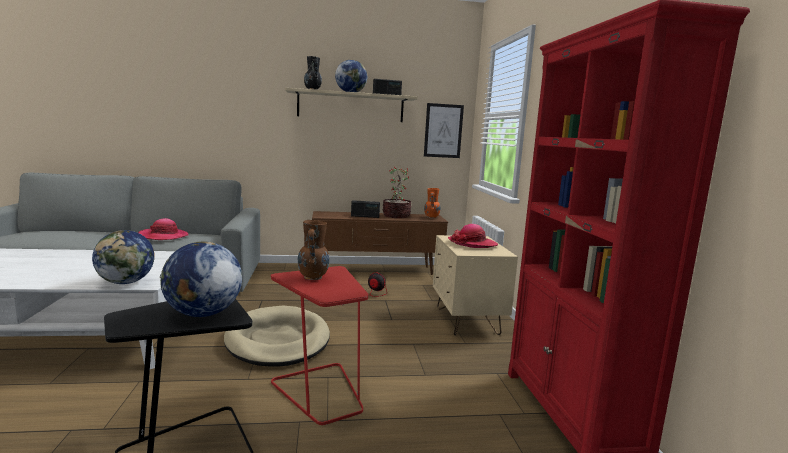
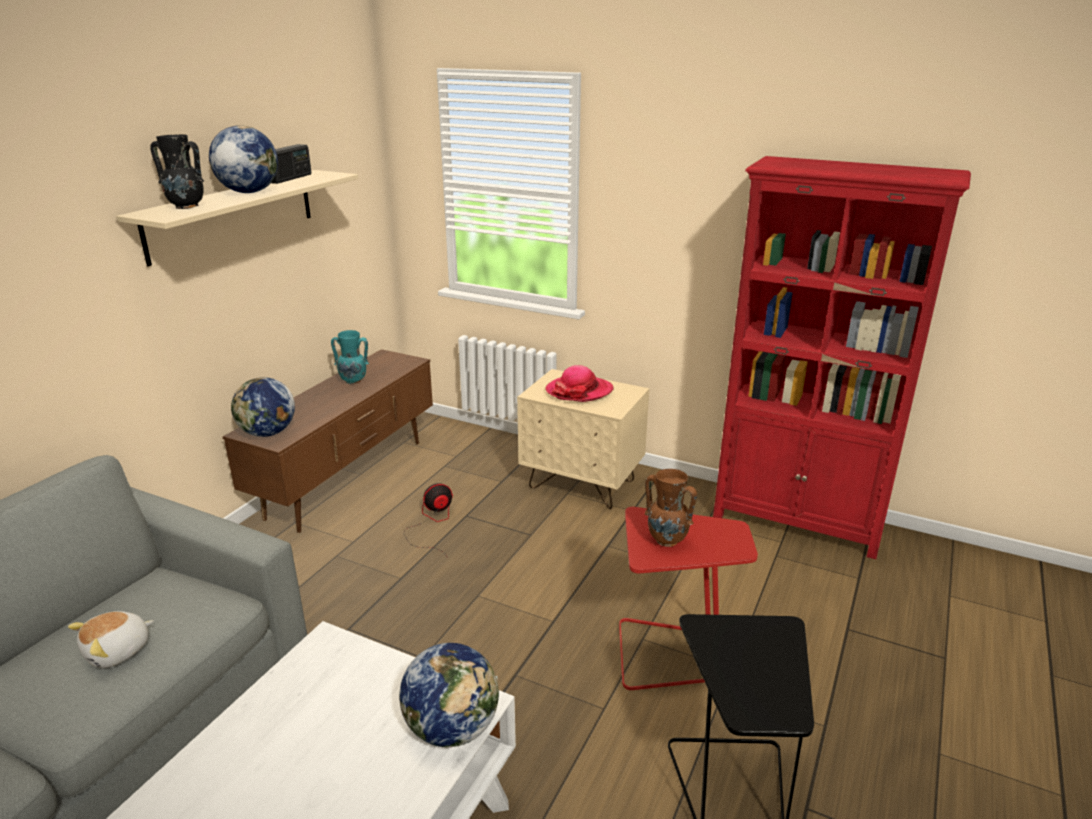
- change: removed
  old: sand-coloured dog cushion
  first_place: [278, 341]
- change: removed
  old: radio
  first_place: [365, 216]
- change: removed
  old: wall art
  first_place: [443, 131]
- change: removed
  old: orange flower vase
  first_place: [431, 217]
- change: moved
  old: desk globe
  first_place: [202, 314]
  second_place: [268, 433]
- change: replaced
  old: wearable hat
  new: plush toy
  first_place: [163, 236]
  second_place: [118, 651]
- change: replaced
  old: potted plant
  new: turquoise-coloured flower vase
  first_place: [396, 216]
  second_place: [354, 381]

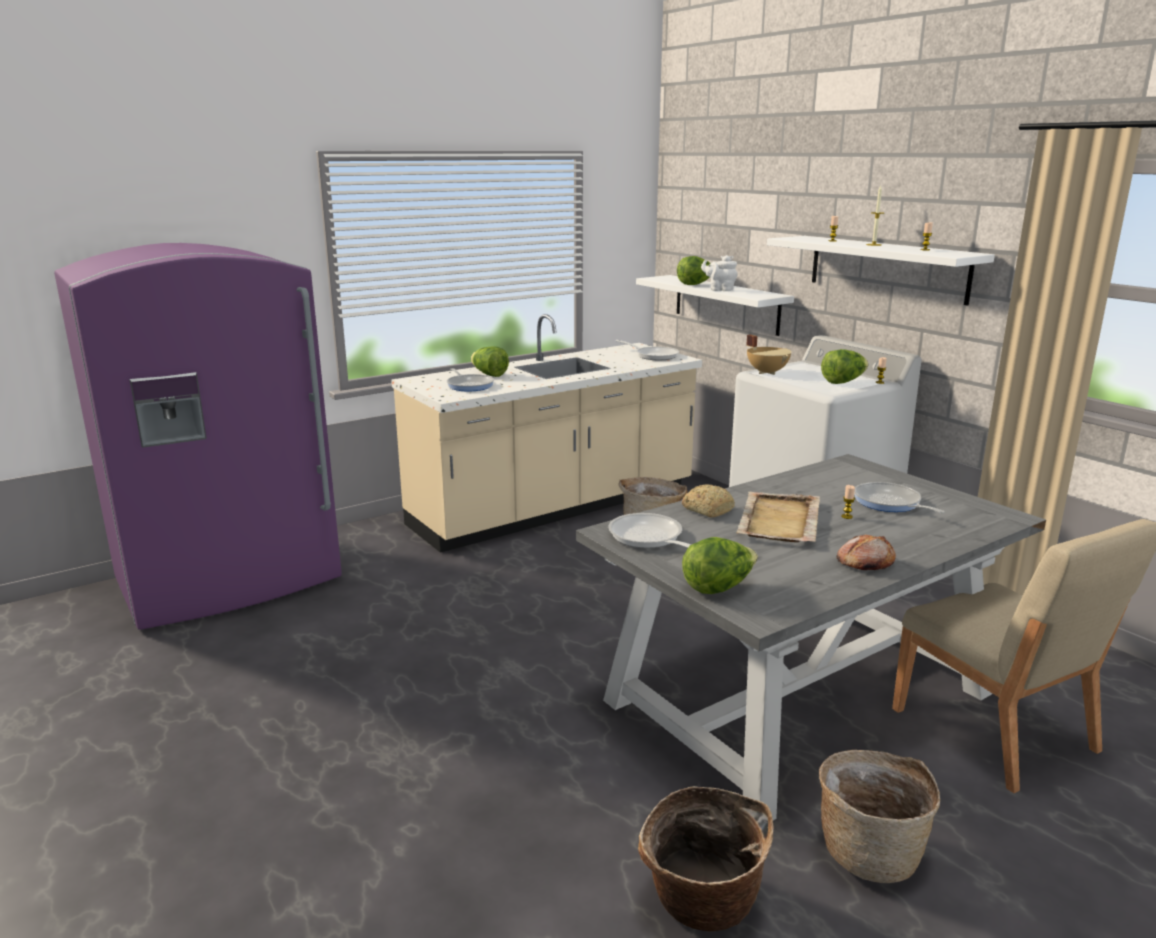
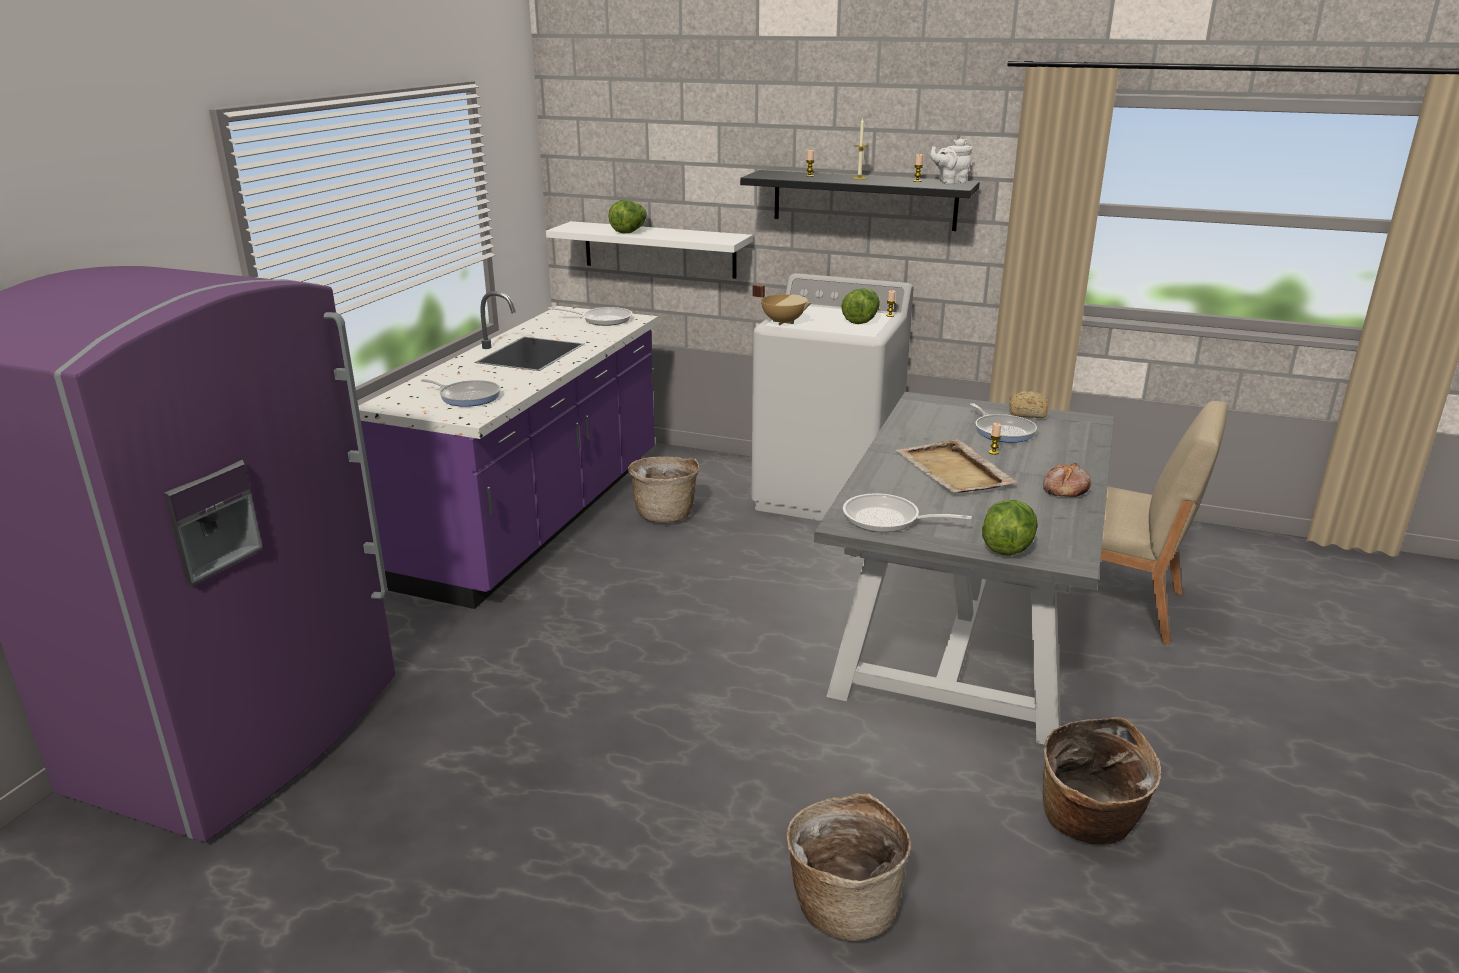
- change: removed
  old: head of lettuce
  first_place: [489, 374]
- change: moved
  old: baked bread
  first_place: [707, 509]
  second_place: [1025, 413]
- change: moved
  old: white-coloured pot for tea
  first_place: [719, 289]
  second_place: [950, 182]
- change: moved
  old: storage basket
  first_place: [870, 850]
  second_place: [844, 904]
- change: recoloured
  old: sand-coloured counter
  new: purplish counter
  first_place: [555, 508]
  second_place: [538, 519]
- change: recoloured
  old: white-coloured wall shelf
  new: black-coloured wall shelf
  first_place: [887, 268]
  second_place: [864, 200]
- change: turned
  old: skillet
  first_place: [889, 503]
  second_place: [1002, 431]
  degrees: -135

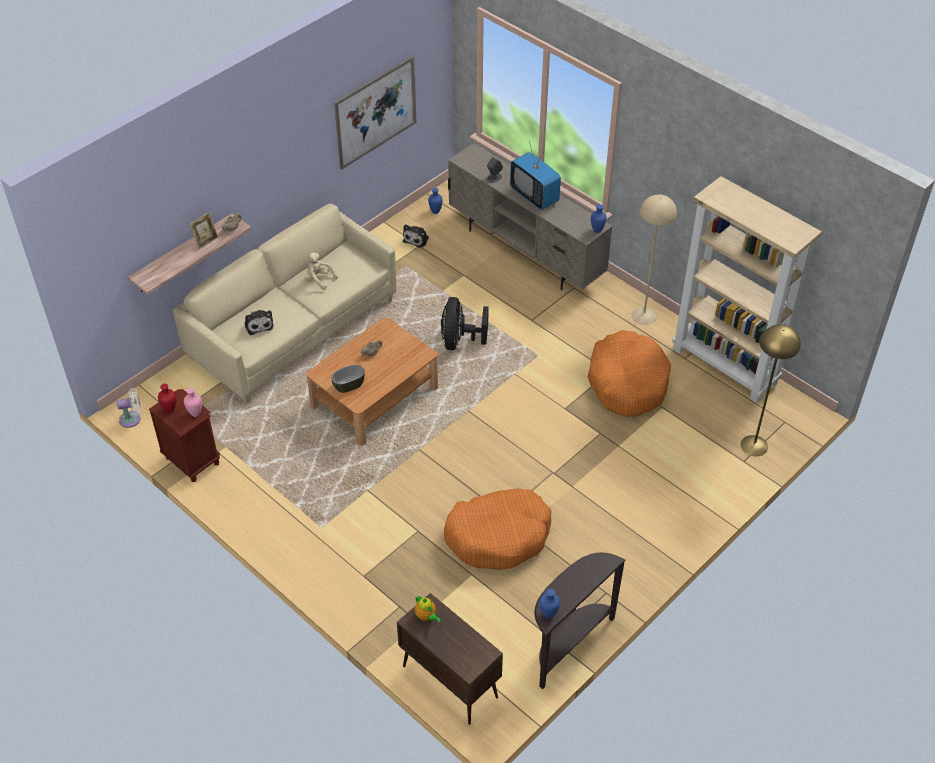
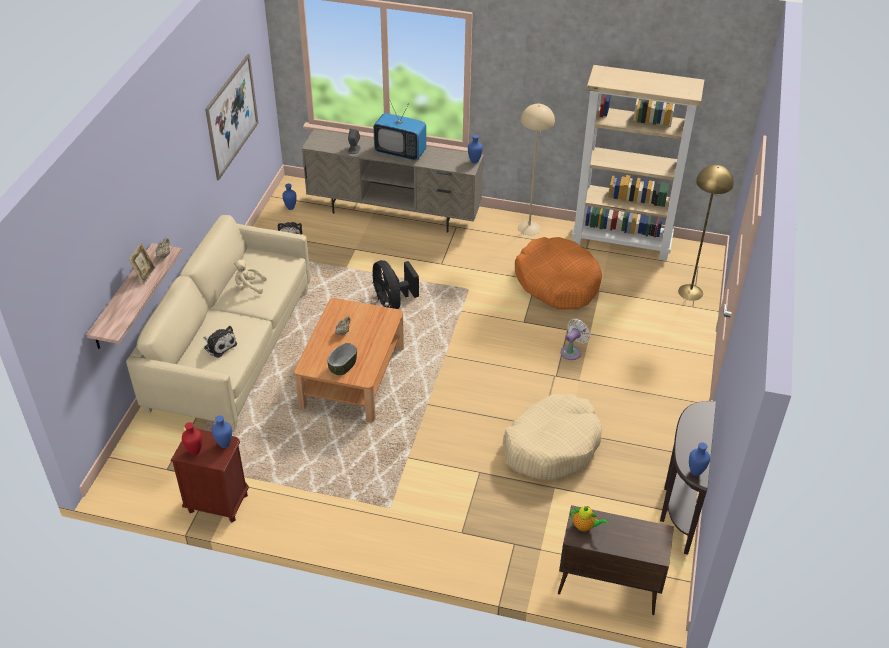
- change: moved
  old: white-coloured fan
  first_place: [132, 419]
  second_place: [572, 351]
- change: recoloured
  old: pinkish flower vase
  new: bluish flower vase
  first_place: [196, 414]
  second_place: [225, 445]
- change: recoloured
  old: orange dog cushion
  new: sand-coloured dog cushion
  first_place: [498, 536]
  second_place: [551, 445]

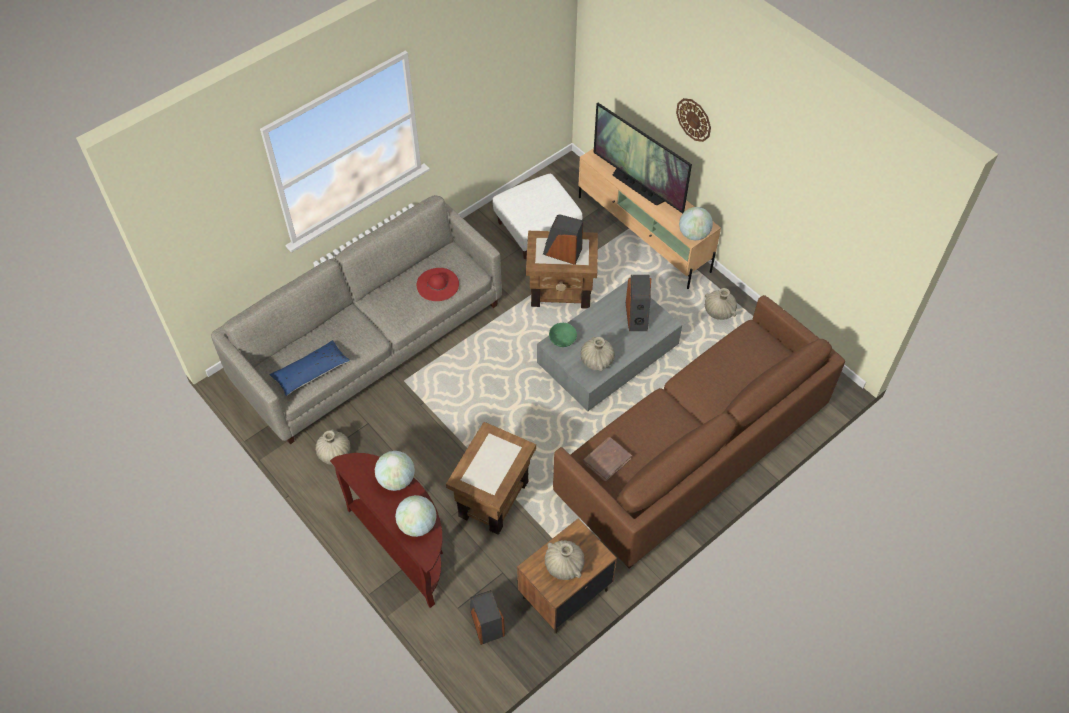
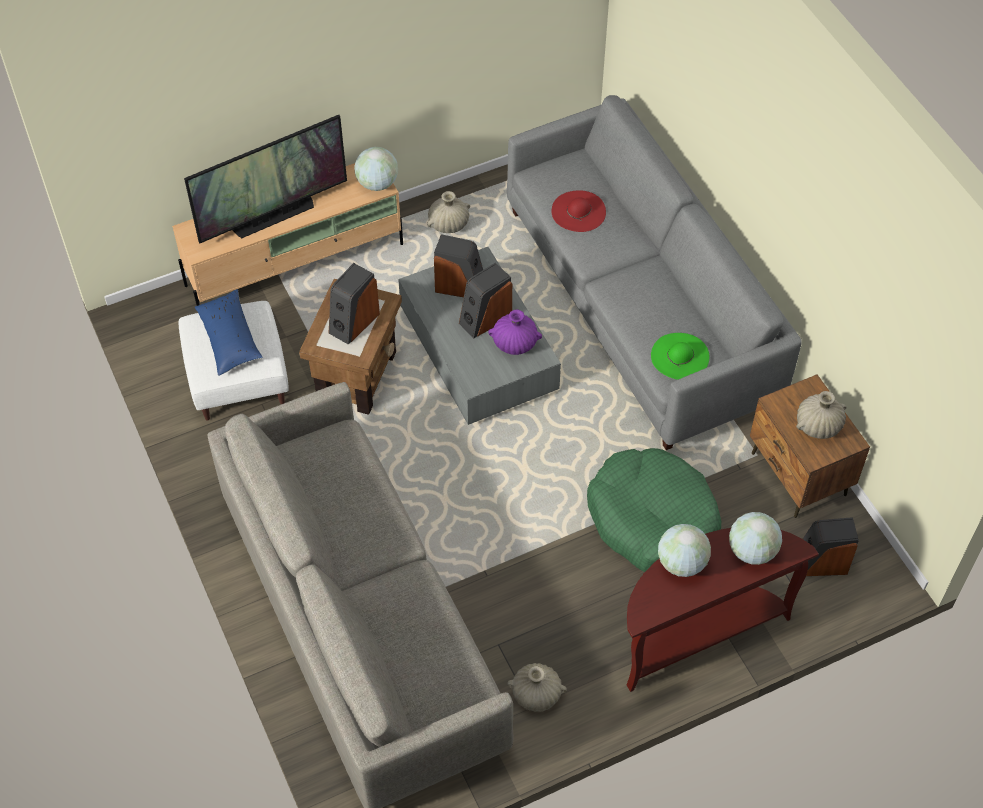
- change: removed
  old: greenish serving bowl
  first_place: [562, 340]
- change: removed
  old: hanging clock
  first_place: [694, 119]
- change: added
  new: speaker
  second_place: [485, 319]
- change: moved
  old: bluish cushion
  first_place: [311, 372]
  second_place: [229, 338]
- change: moved
  old: red wearable hat
  first_place: [437, 284]
  second_place: [578, 211]
- change: replaced
  old: brownish side table
  new: greenish dog cushion
  first_place: [492, 498]
  second_place: [652, 520]
- change: replaced
  old: brownish book
  new: greenish wearable hat
  first_place: [607, 460]
  second_place: [680, 356]
- change: recoloured
  old: brownish sofa
  new: gray sofa
  first_place: [693, 451]
  second_place: [640, 304]
- change: recoloured
  old: sand-coloured flower vase
  new: purplish flower vase
  first_place: [597, 360]
  second_place: [515, 343]

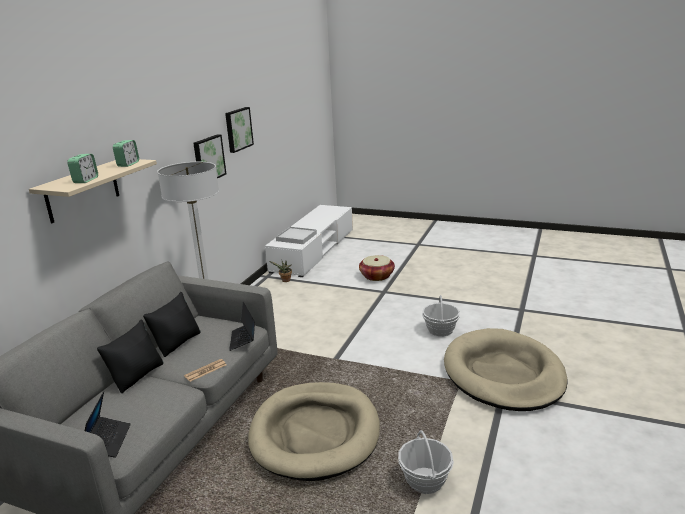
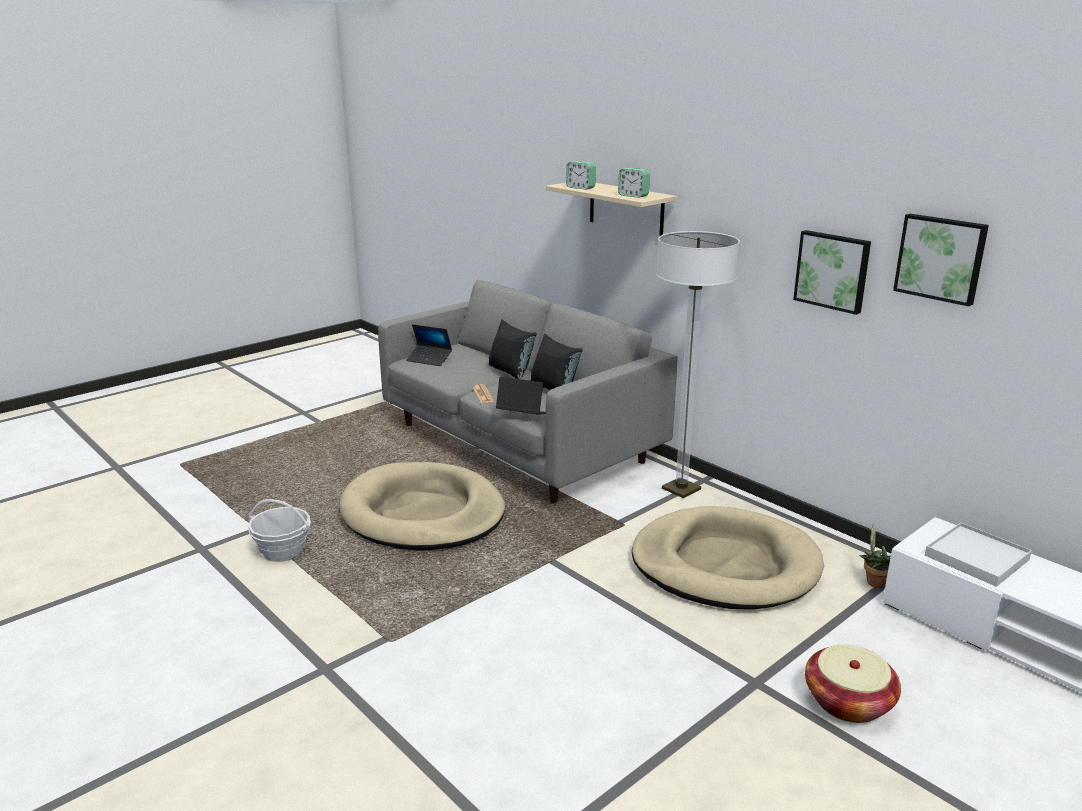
- change: removed
  old: storage basket
  first_place: [440, 330]
- change: moved
  old: sand-coloured dog cushion
  first_place: [503, 374]
  second_place: [724, 565]

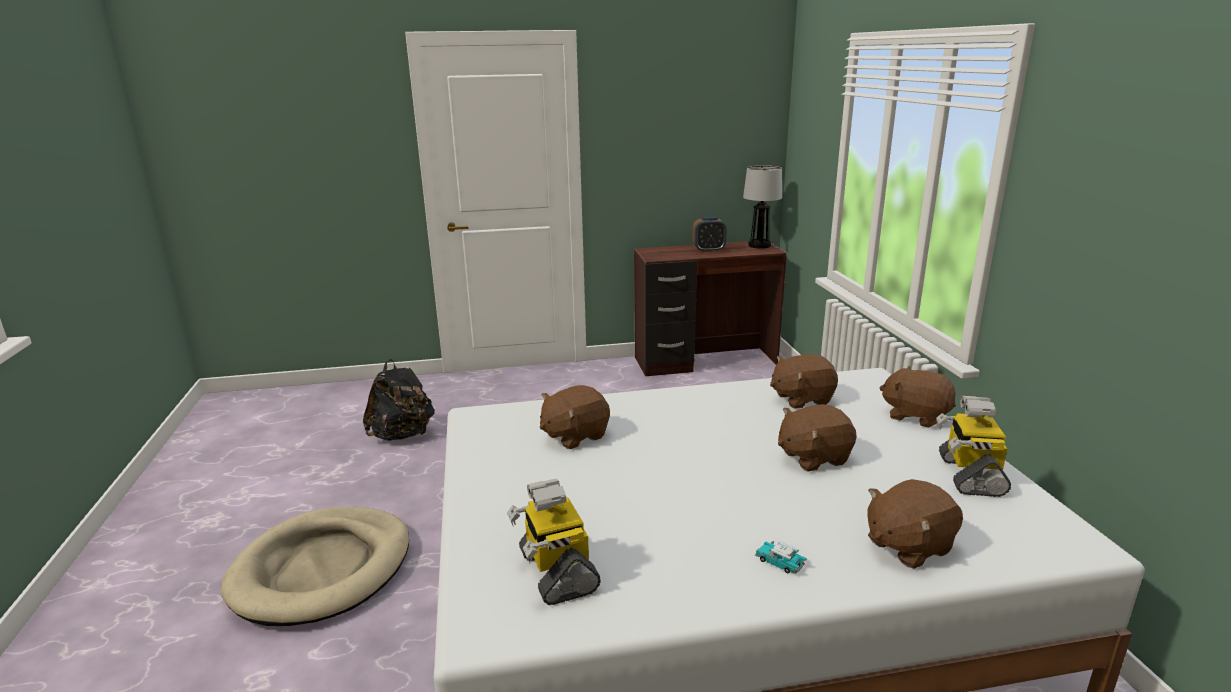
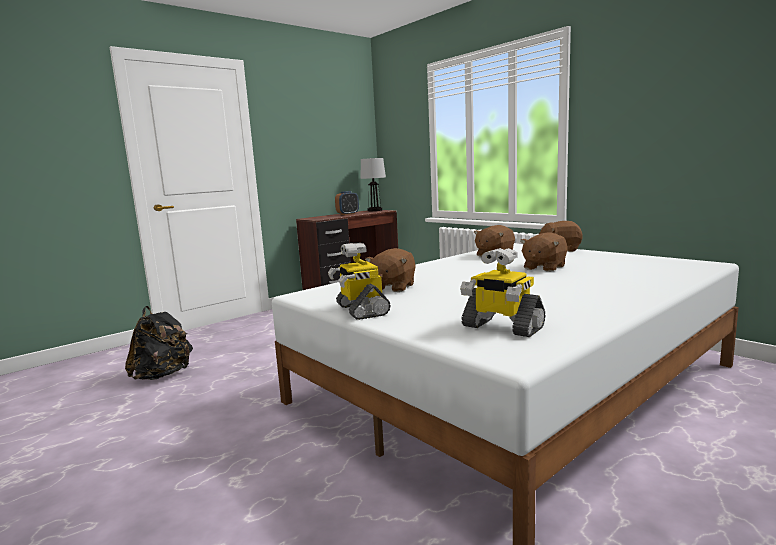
- change: removed
  old: sand-coloured dog cushion
  first_place: [323, 569]
- change: removed
  old: toy car
  first_place: [779, 563]
- change: removed
  old: brownish plush toy
  first_place: [907, 545]
- change: moved
  old: robot figure
  first_place: [969, 475]
  second_place: [361, 310]

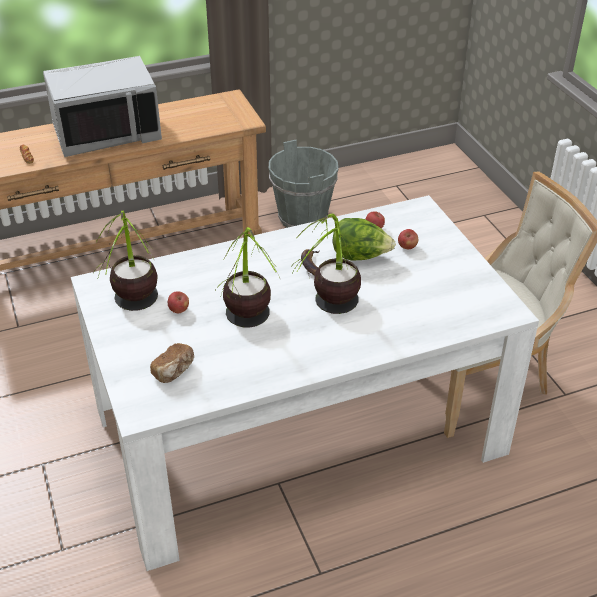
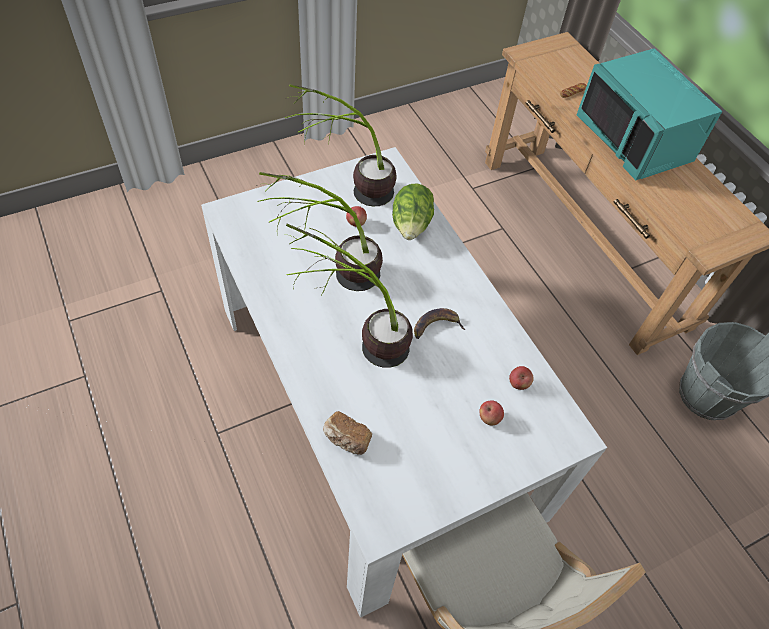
- change: moved
  old: baked bread
  first_place: [174, 371]
  second_place: [346, 440]
- change: moved
  old: head of lettuce
  first_place: [360, 256]
  second_place: [411, 226]
- change: recoloured
  old: gray microwave
  new: turquoise-coloured microwave
  first_place: [107, 133]
  second_place: [635, 140]

